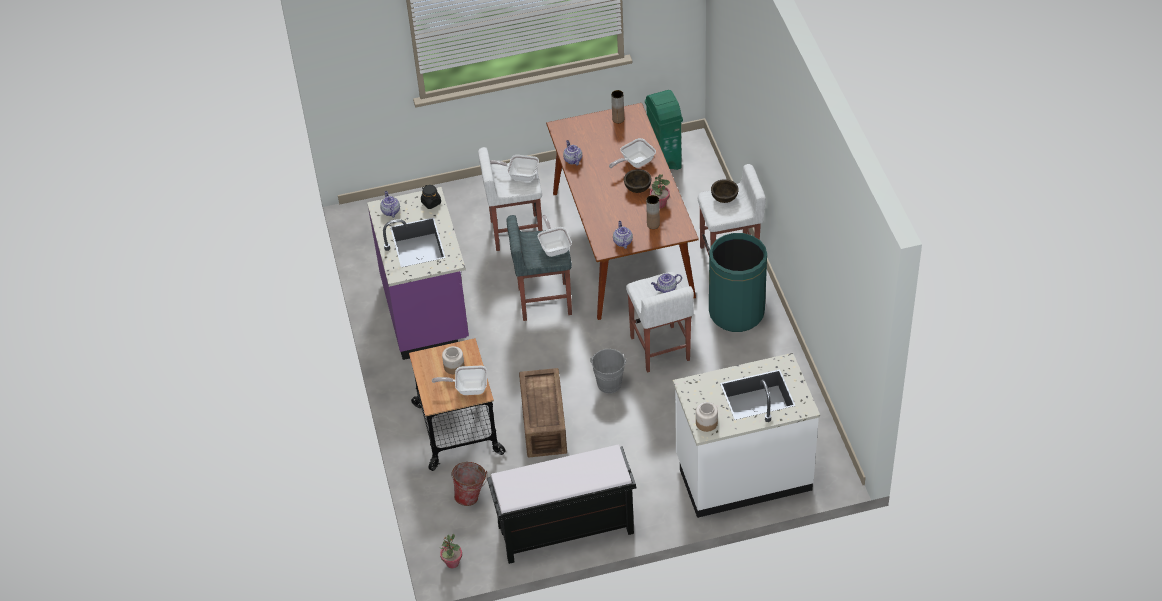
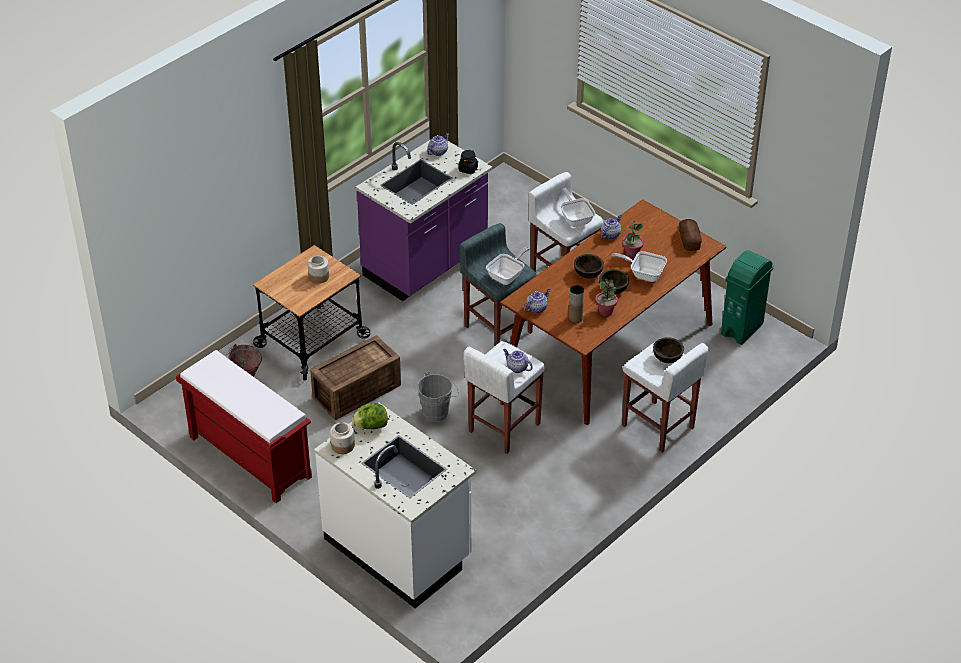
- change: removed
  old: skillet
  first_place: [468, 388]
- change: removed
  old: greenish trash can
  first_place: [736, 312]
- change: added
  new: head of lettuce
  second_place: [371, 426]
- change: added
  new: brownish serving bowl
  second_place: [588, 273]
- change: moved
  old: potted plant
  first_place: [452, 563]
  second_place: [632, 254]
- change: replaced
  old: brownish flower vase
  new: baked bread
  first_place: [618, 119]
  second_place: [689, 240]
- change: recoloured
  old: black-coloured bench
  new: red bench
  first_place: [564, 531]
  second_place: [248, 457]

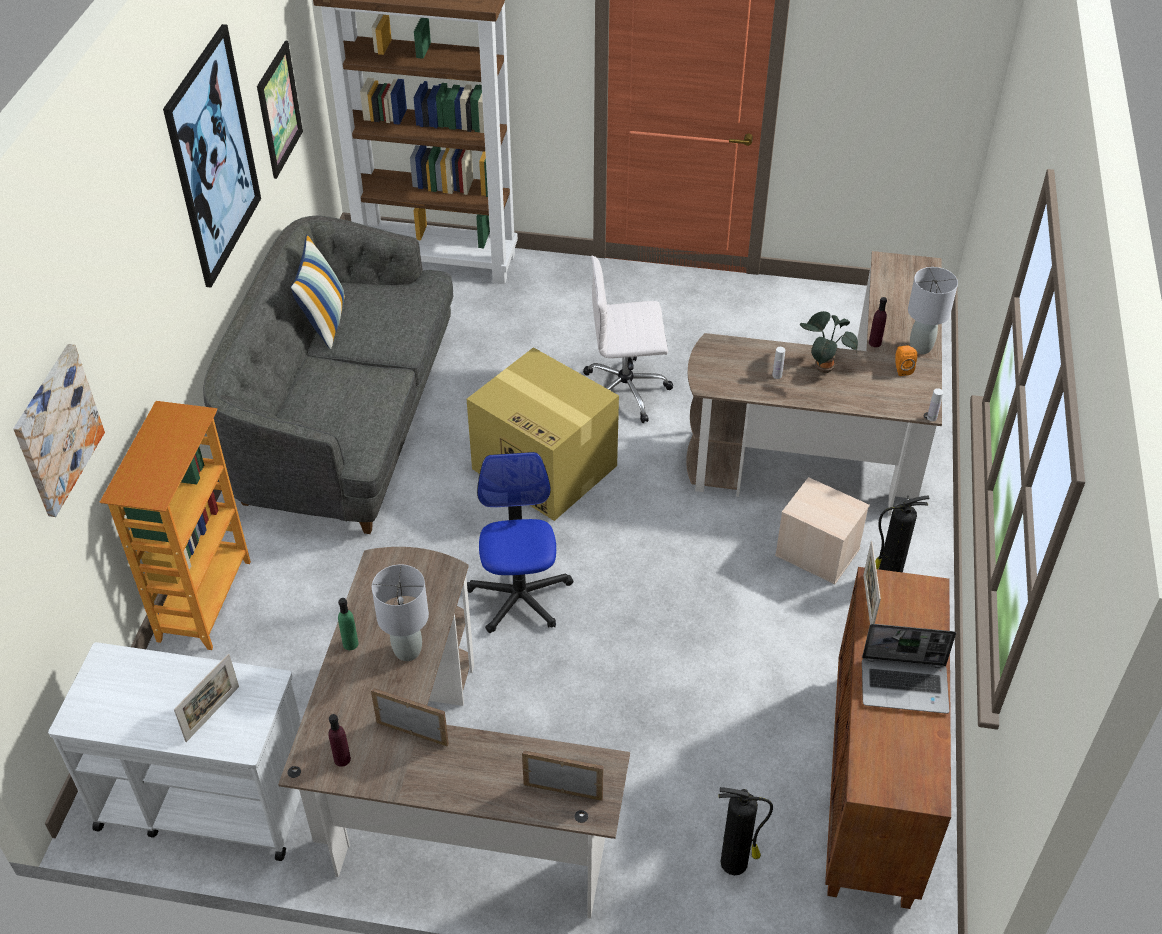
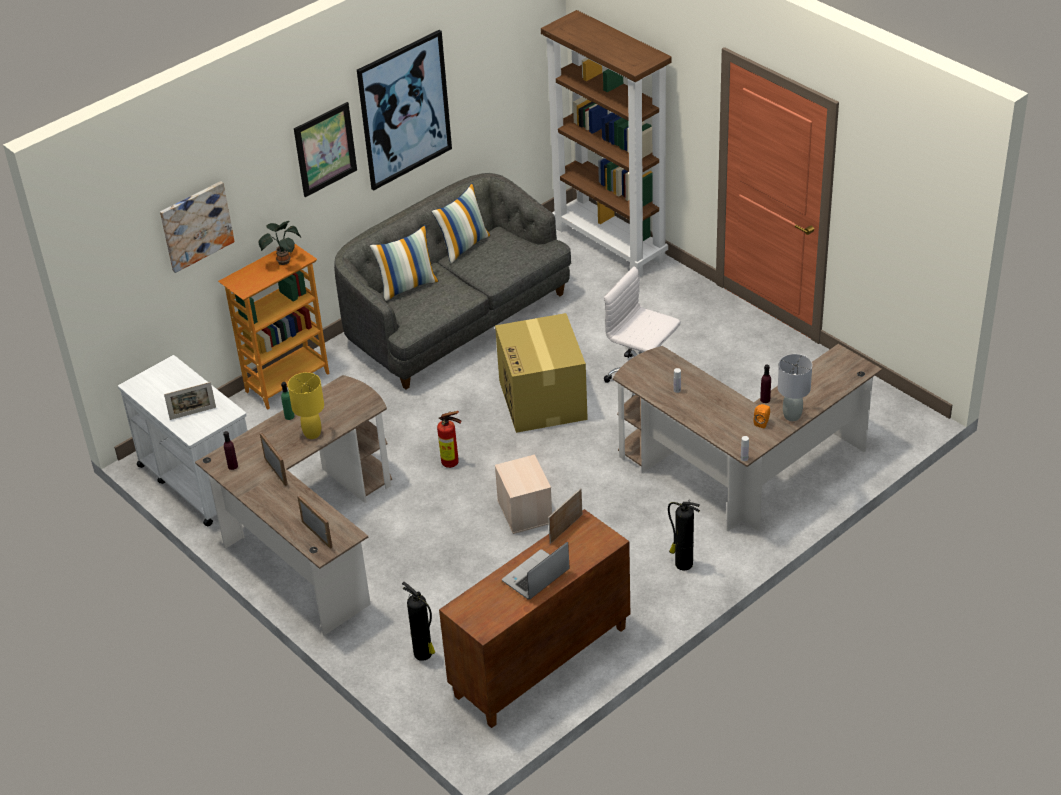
- change: added
  new: cushion
  second_place: [407, 286]
- change: moved
  old: wall art
  first_place: [279, 109]
  second_place: [325, 149]
- change: moved
  old: sand-coloured storage box
  first_place: [816, 552]
  second_place: [524, 511]
- change: moved
  old: potted plant
  first_place: [822, 367]
  second_place: [284, 261]
- change: replaced
  old: desk chair
  new: fire extinguisher
  first_place: [519, 596]
  second_place: [452, 463]
- change: recoloured
  old: gray lamp for a table
  new: yellow-coloured lamp for a table
  first_place: [407, 651]
  second_place: [312, 433]
- change: turned
  old: notebook computer
  first_place: [905, 685]
  second_place: [535, 577]
  degrees: 90

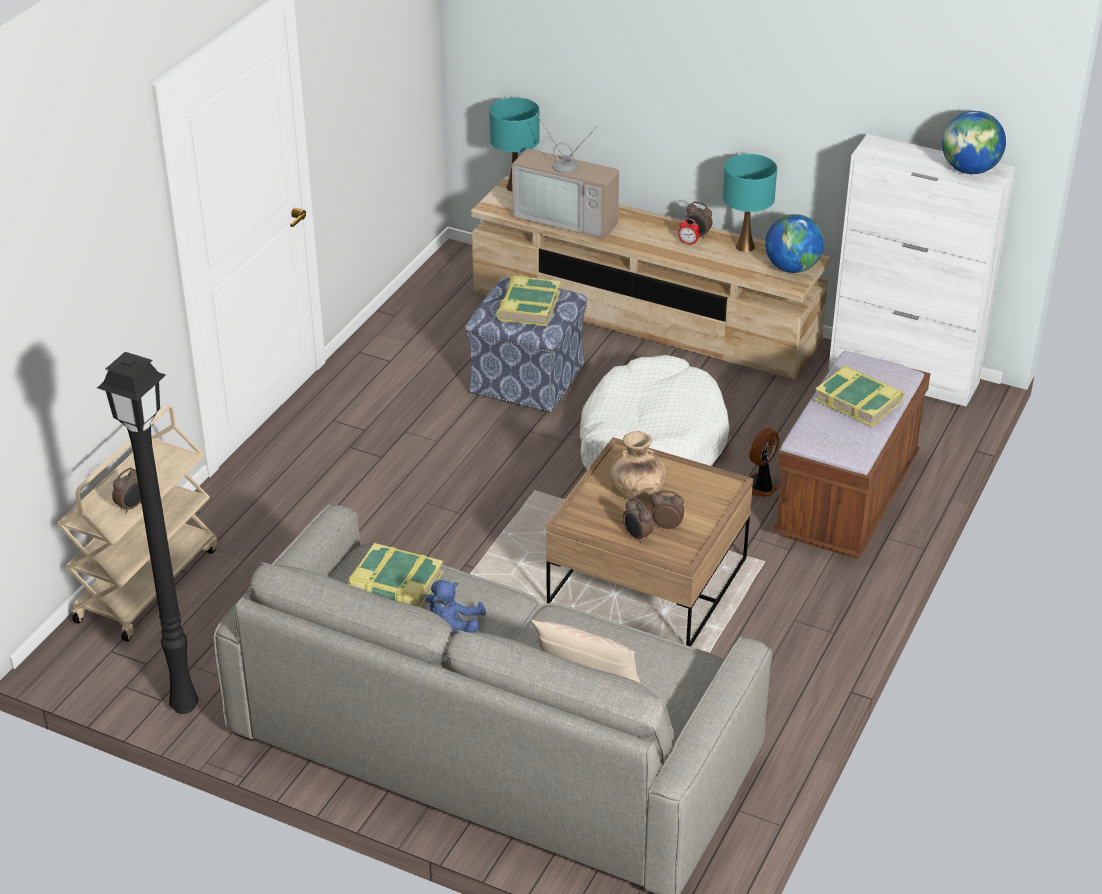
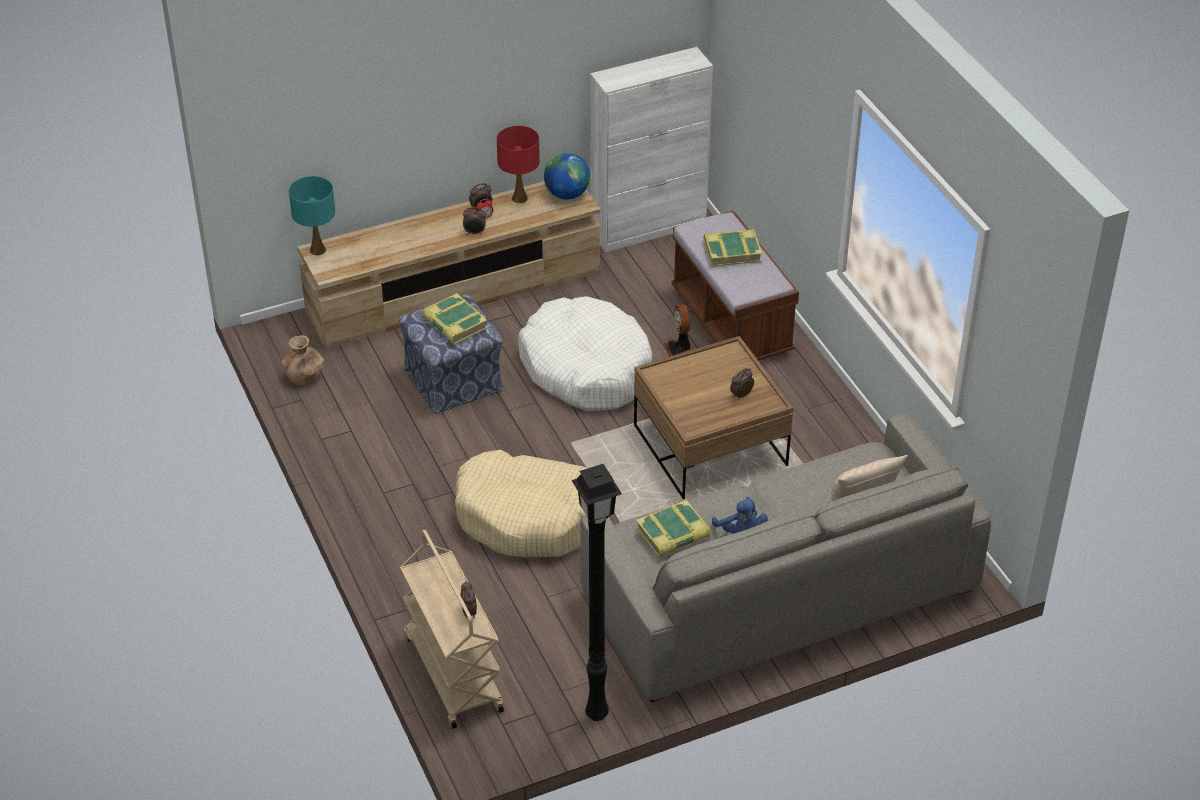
- change: removed
  old: TV
  first_place: [569, 217]
- change: removed
  old: desk globe
  first_place: [969, 170]
- change: added
  new: sand-coloured dog cushion
  second_place: [530, 517]
- change: moved
  old: brownish flower vase
  first_place: [636, 492]
  second_place: [304, 377]
- change: moved
  old: table clock
  first_place: [636, 536]
  second_place: [474, 233]
- change: recoloured
  old: turquoise-coloured lamp for a table
  new: red lamp for a table
  first_place: [745, 246]
  second_place: [520, 198]

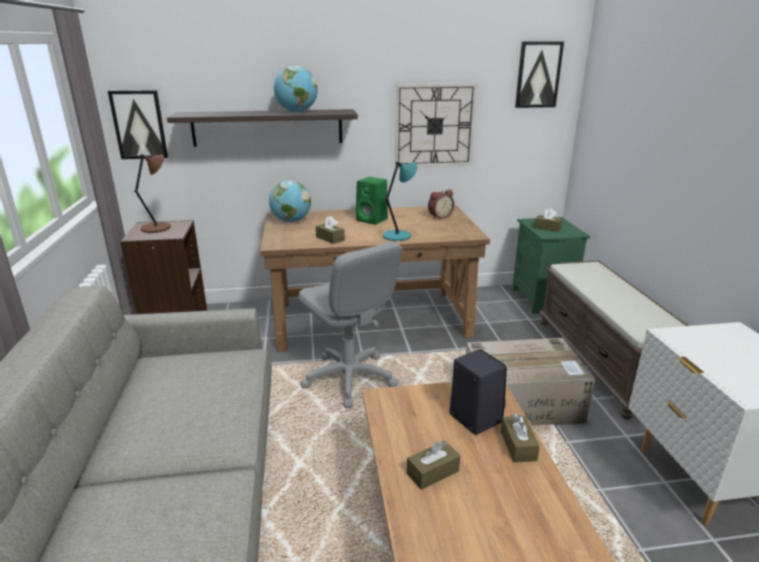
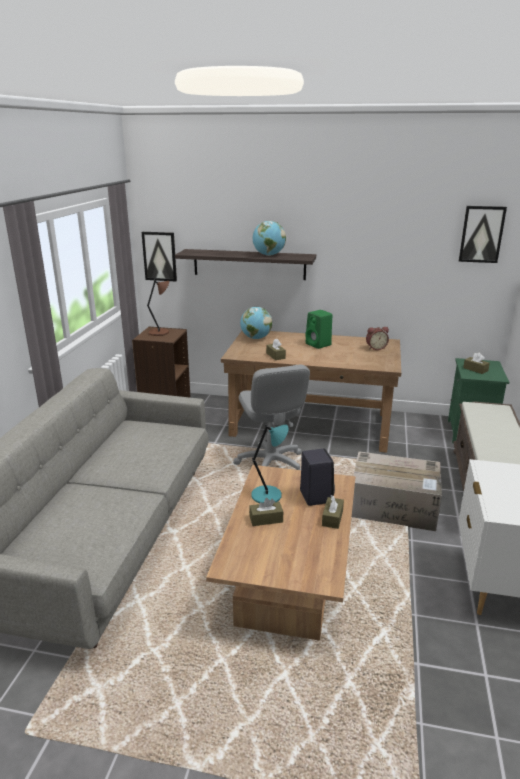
- change: removed
  old: hanging clock
  first_place: [434, 126]
- change: moved
  old: turquoise-coloured lamp for a table
  first_place: [398, 236]
  second_place: [268, 495]

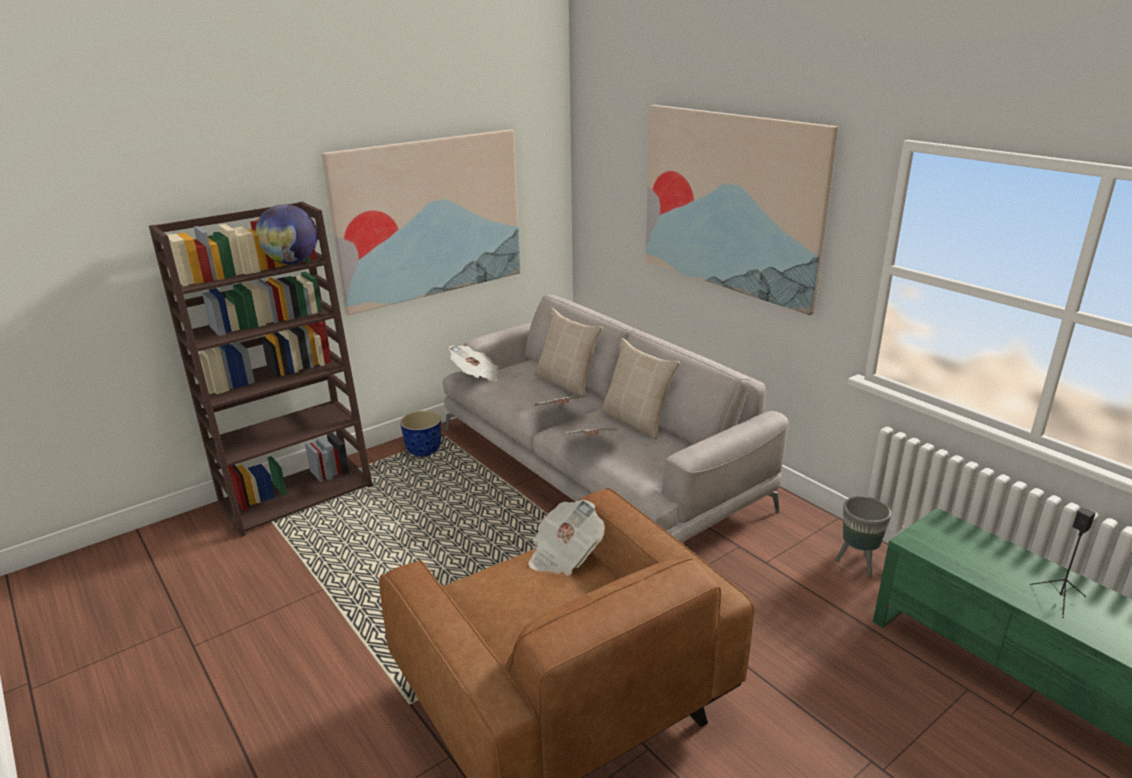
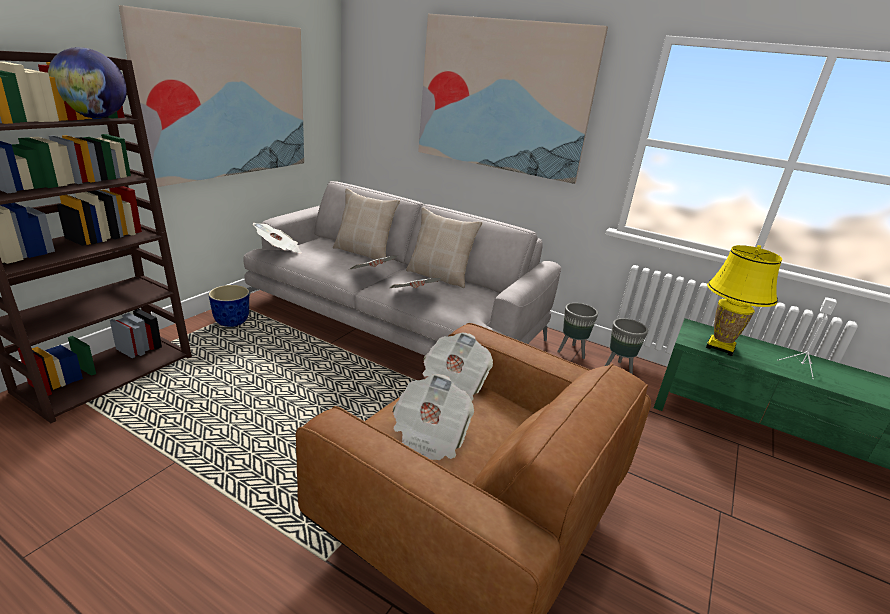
- change: added
  new: printed paper
  second_place: [428, 437]
- change: added
  new: gray flower pot
  second_place: [572, 352]
- change: added
  new: yellow-coloured lamp for a table
  second_place: [720, 347]
- change: recoloured
  old: black-coloured speaker
  new: white-coloured speaker
  first_place: [1059, 599]
  second_place: [800, 367]

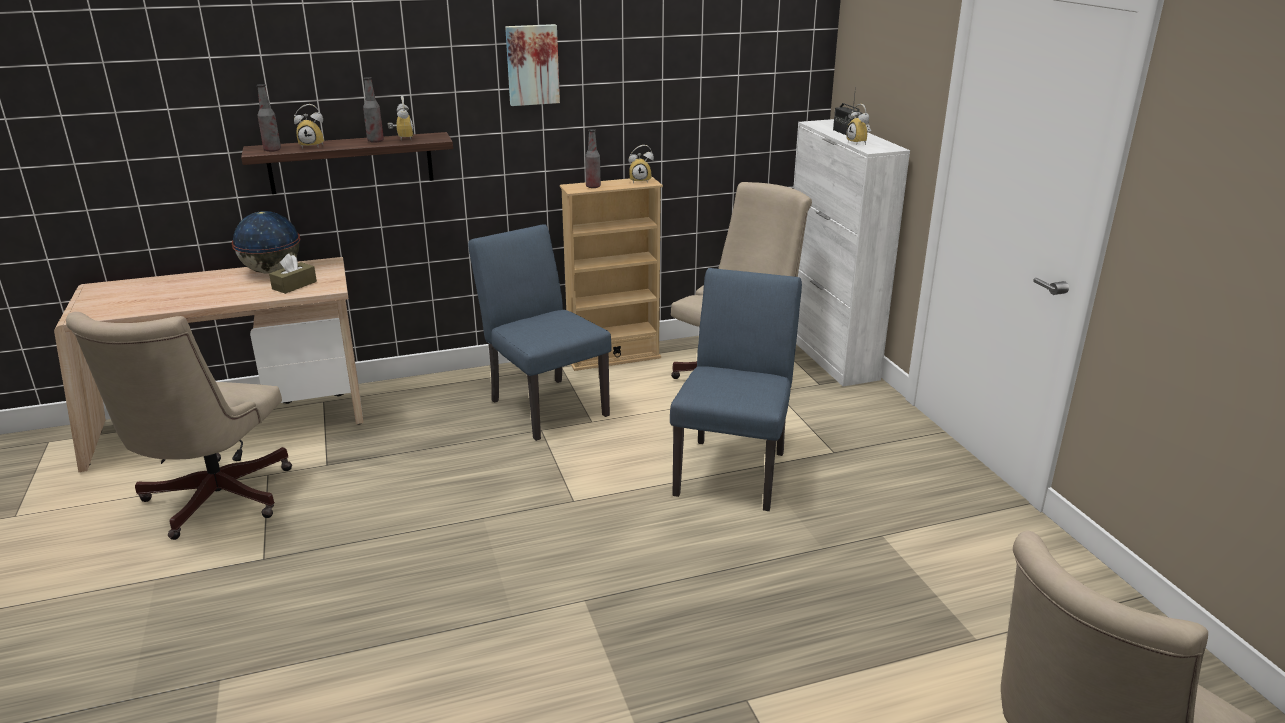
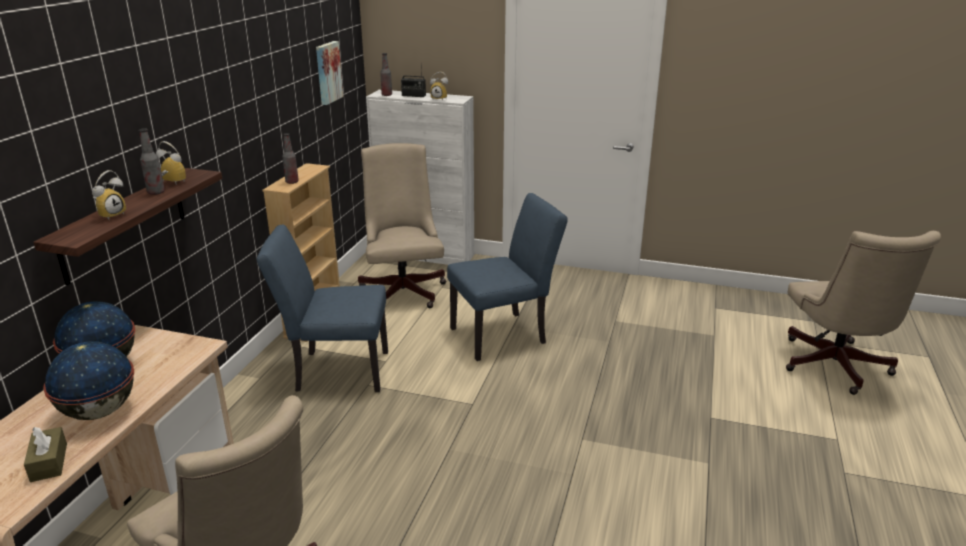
- change: removed
  old: table clock
  first_place: [640, 181]
- change: added
  new: desk globe
  second_place: [98, 412]
- change: moved
  old: beverage bottle
  first_place: [272, 150]
  second_place: [386, 95]
- change: moved
  old: brownish box of tissues
  first_place: [294, 285]
  second_place: [49, 462]
- change: moved
  old: wall art
  first_place: [532, 64]
  second_place: [327, 72]
- change: turned
  old: bluish chair
  first_place: [733, 468]
  second_place: [505, 334]
  degrees: 105

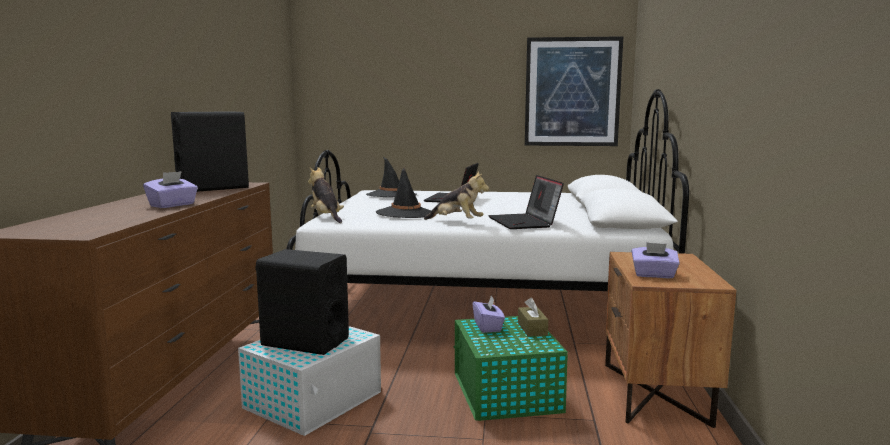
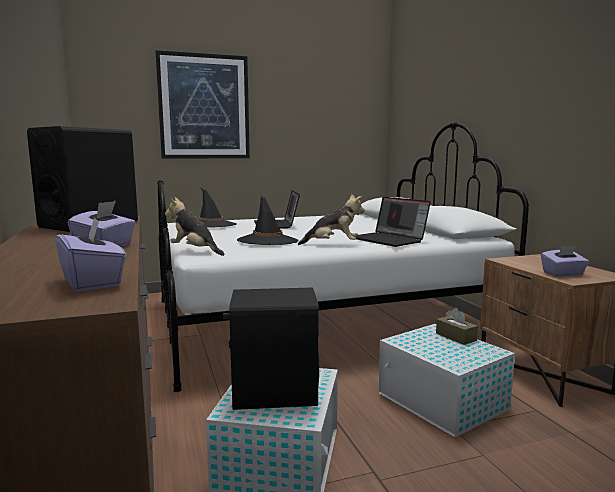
- change: moved
  old: purplish box of tissues
  first_place: [488, 327]
  second_place: [93, 282]
- change: moved
  old: wall art
  first_place: [572, 92]
  second_place: [204, 107]
- change: recoloured
  old: greenish storage box
  new: white-coloured storage box
  first_place: [506, 393]
  second_place: [443, 402]

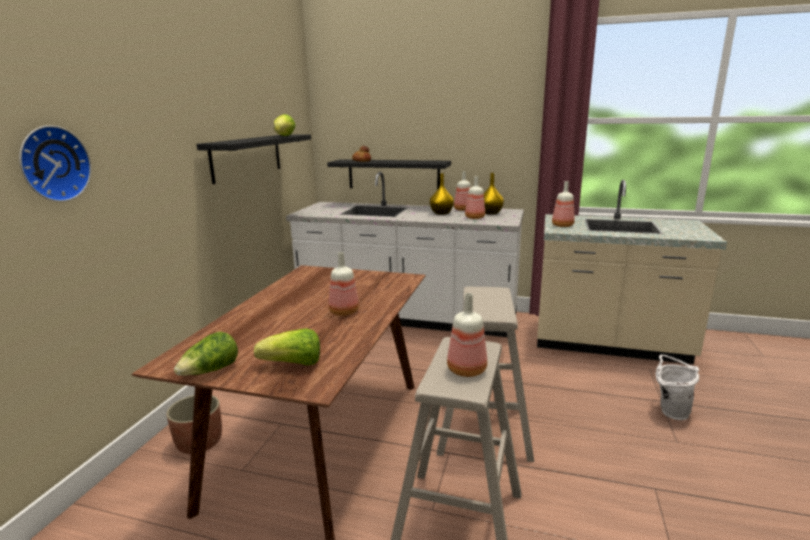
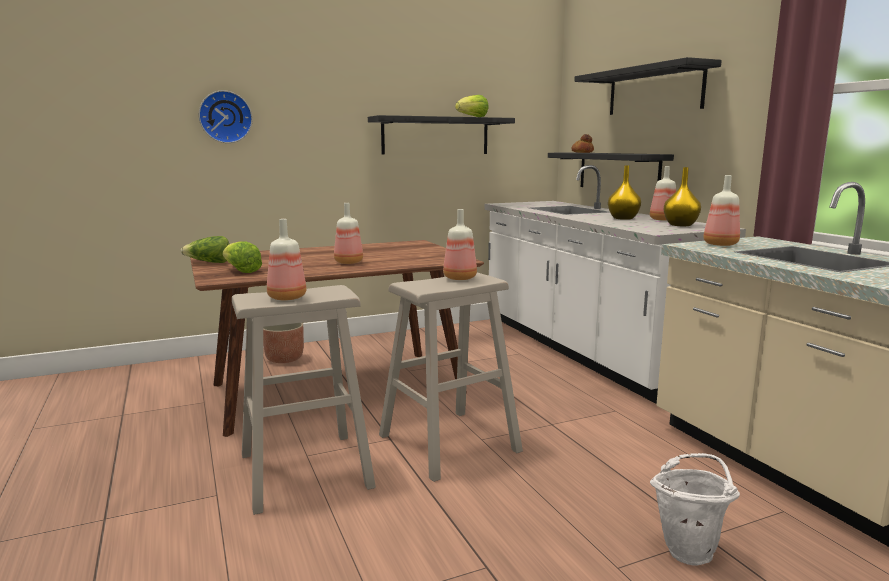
- change: added
  new: black-coloured wall shelf
  second_place: [654, 91]
- change: moved
  old: beverage bottle
  first_place: [474, 218]
  second_place: [459, 278]

